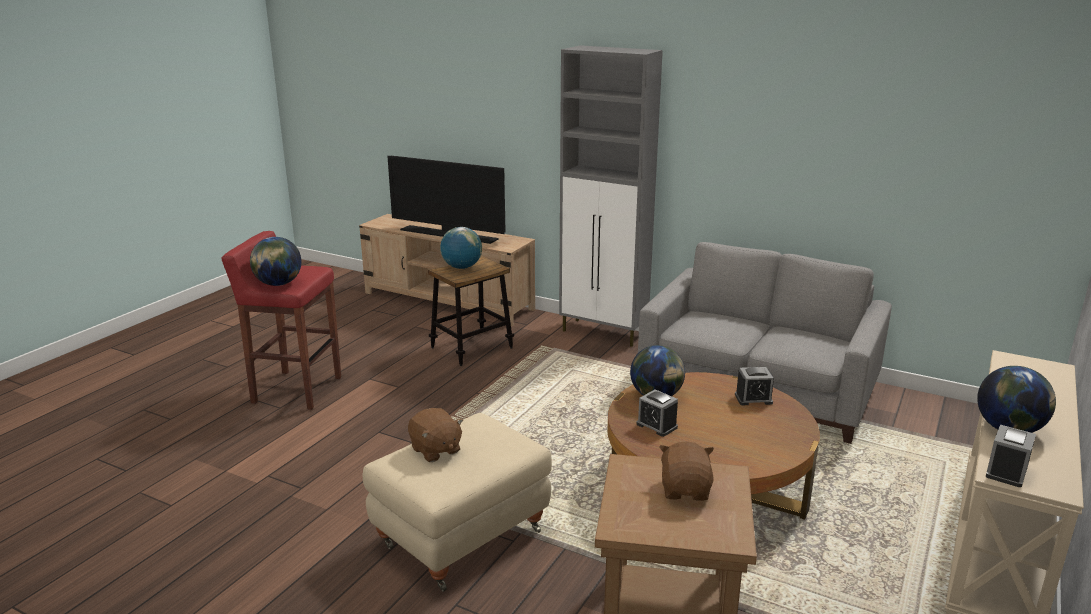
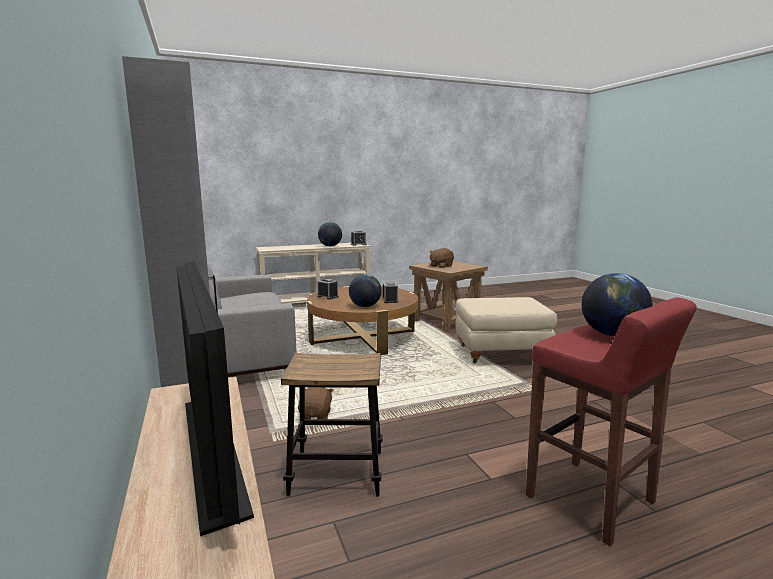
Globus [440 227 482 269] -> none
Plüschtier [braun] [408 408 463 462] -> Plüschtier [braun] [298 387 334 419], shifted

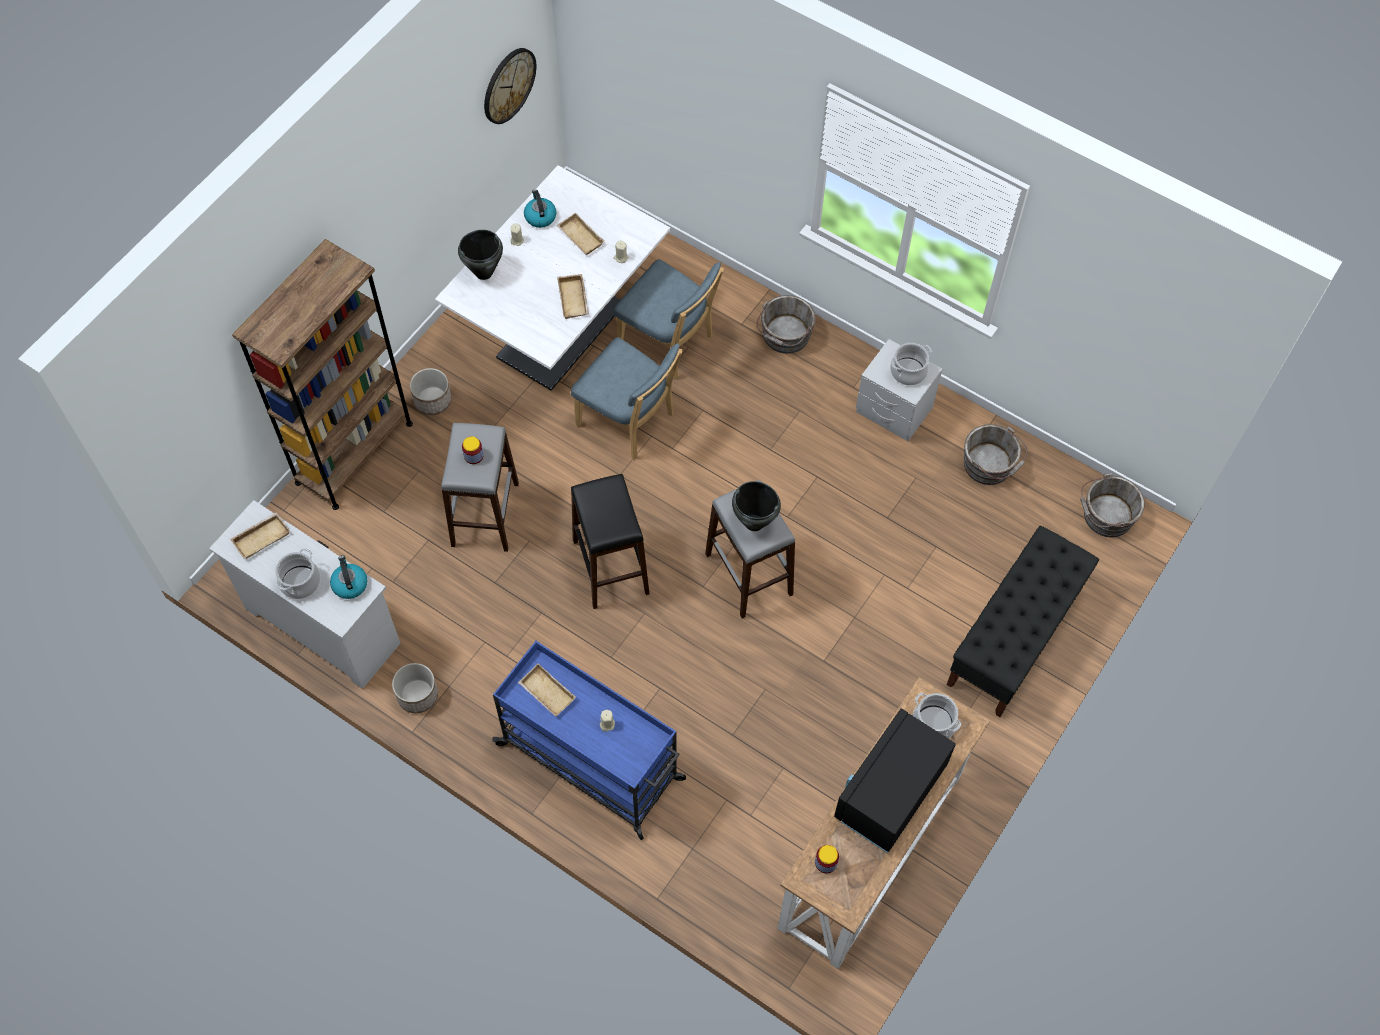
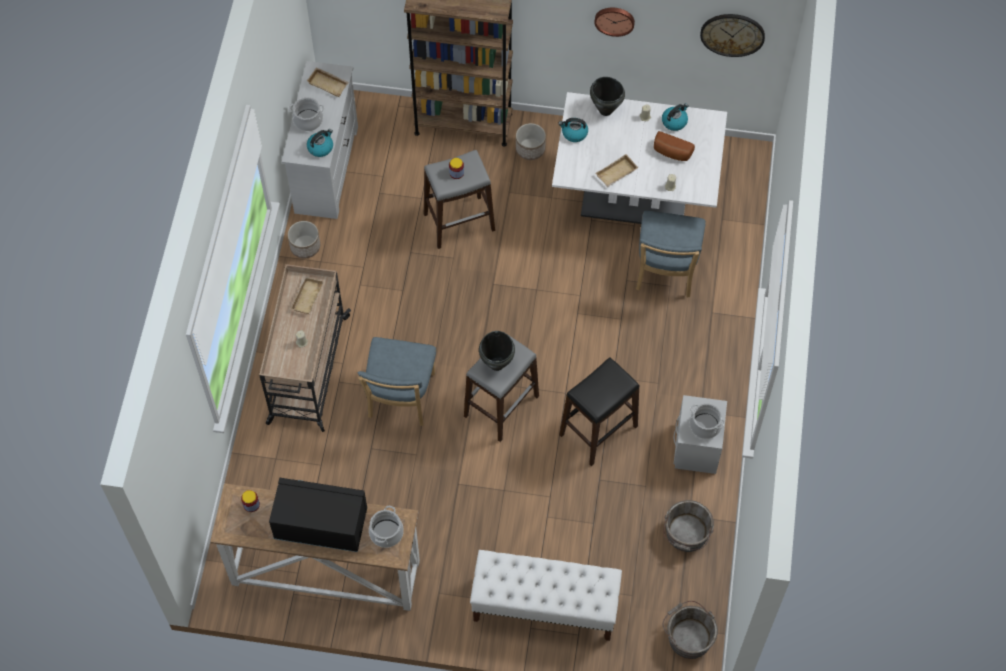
Tablett [beige] [556 213 604 255] -> Brot [654 131 695 161]
Eimer [grau] [757 295 816 354] -> none
Stuhl [blau] [571 337 683 460] -> Stuhl [blau] [358 337 436 426], shifted
Hocker [schwarz] [571 474 650 609] -> Hocker [schwarz] [559 357 639 466], shifted
Bank [schwarz] [947 526 1099 717] -> Bank [weiß] [470 550 622 641]
Rollwagen [blau] [492 641 686 840] -> Rollwagen [beige] [259 264 351 432]
none -> Wanduhr [594 8 635 37]
none -> Wasserkessel [558 118 588 142]

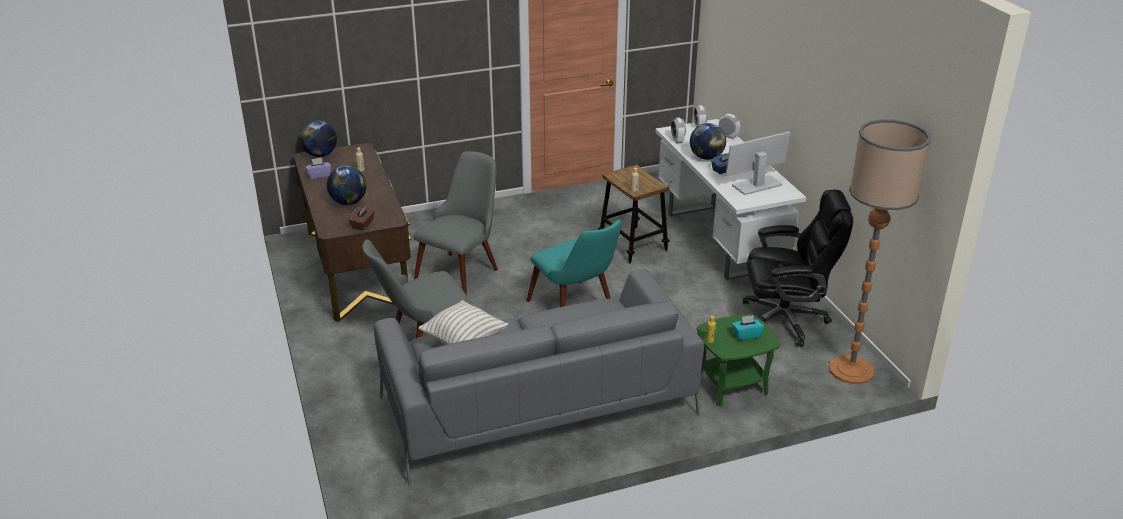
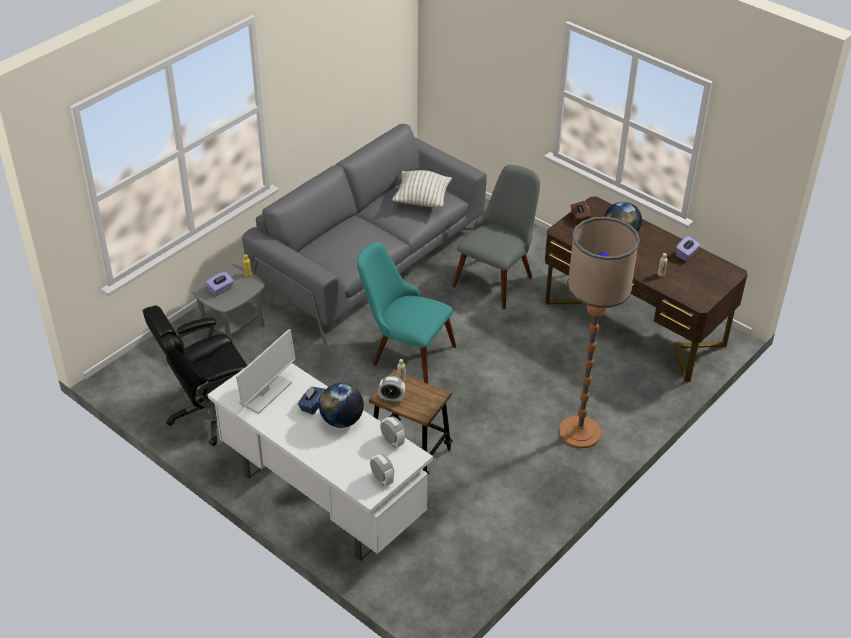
Wecker [718 114 740 139] -> Wecker [378 376 405 402], shifted
Stehlampe [829 119 931 384] -> Stehlampe [559 217 640 448], shifted
Globus [300 121 337 157] -> none
Stuhl [grau] [414 151 498 295] -> none
Beistelltisch [grün] [697 314 780 407] -> Beistelltisch [grau] [191 264 265 340]
Taschentuchbox [türkis] [732 315 764 340] -> Taschentuchbox [lila] [206 271 234 296]

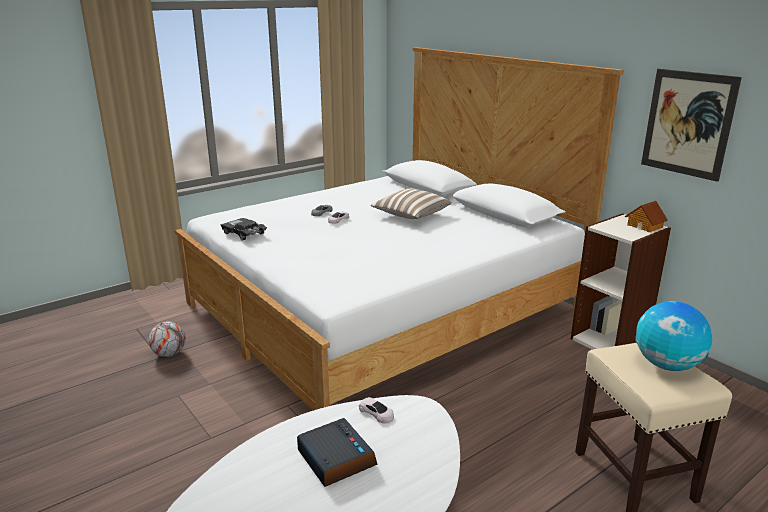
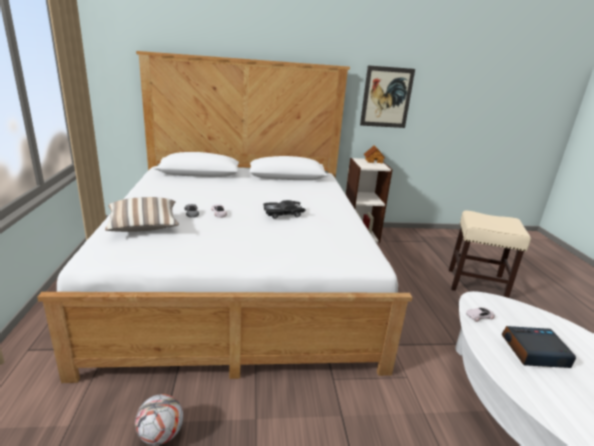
Kissen [371 188 452 219] -> Kissen [105 197 179 232], shifted
Spielzeugauto [schwarz] [220 218 267 241] -> Spielzeugauto [schwarz] [263 200 306 219], shifted
Globus [635 301 712 371] -> none

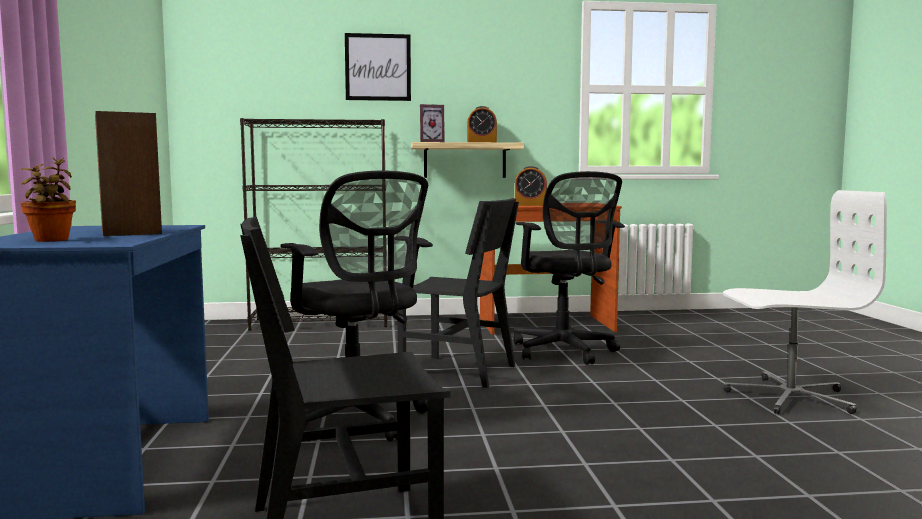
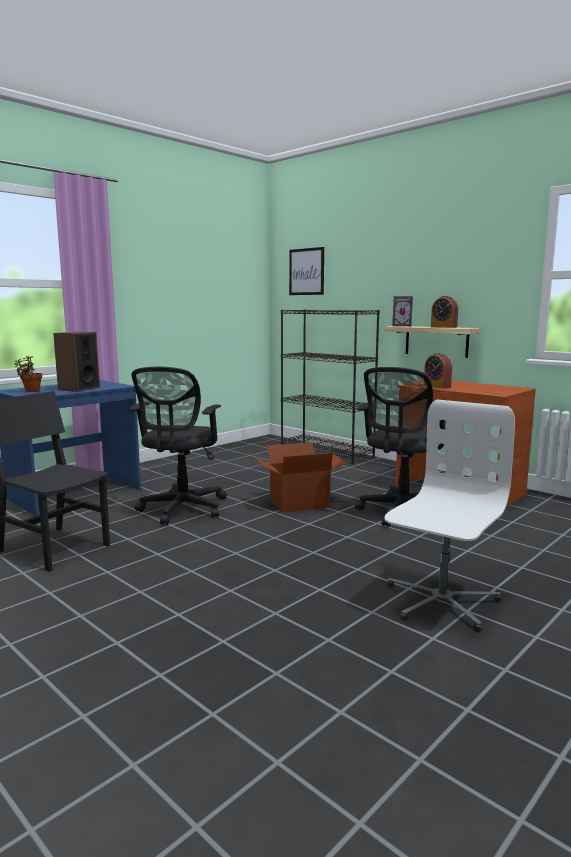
Bild [345 33 411 101] -> Bild [289 247 324 295], shifted
Bürostuhl [weiß] [723 190 887 414] -> Bürostuhl [weiß] [384 400 515 632], 105 degrees counterclockwise
Stuhl [schwarz] [397 198 519 388] -> Karton [254 442 347 513]

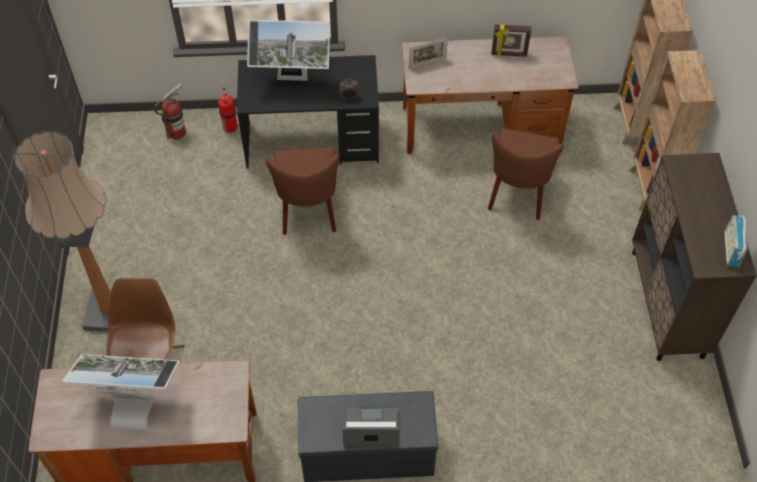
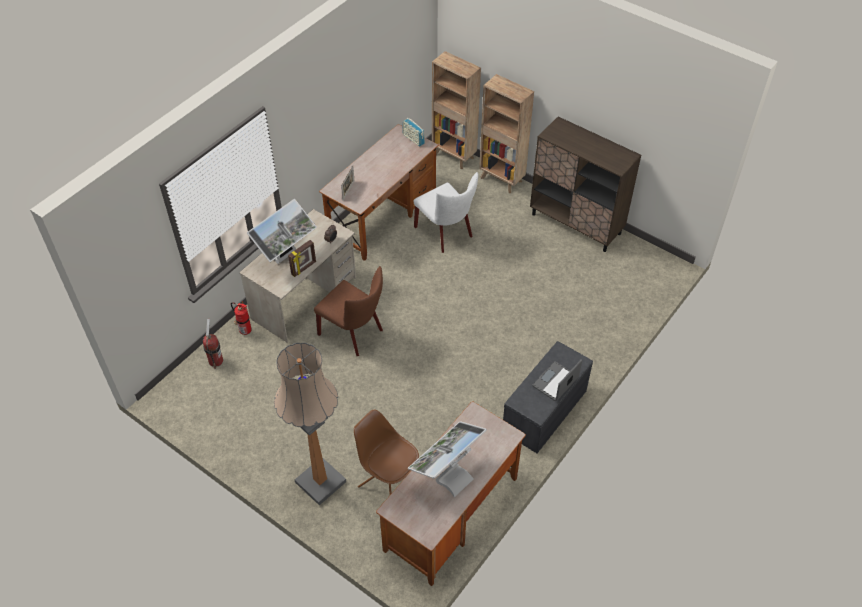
Bilderrahmen [492 25 531 57] -> Bilderrahmen [288 240 316 277], shifted
Schreibtisch [schwarz] [237 55 379 168] -> Schreibtisch [beige] [239 209 356 343]
Stuhl [braun] [488 128 564 220] -> Stuhl [weiß] [414 172 478 253]
Radio [724 215 747 267] -> Radio [402 118 425 146], shifted

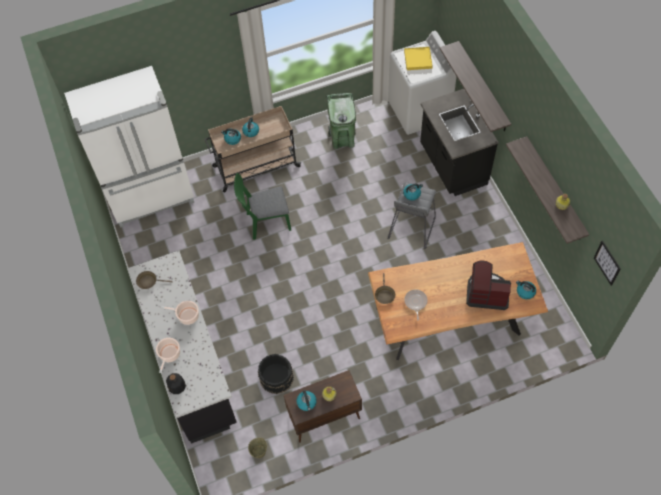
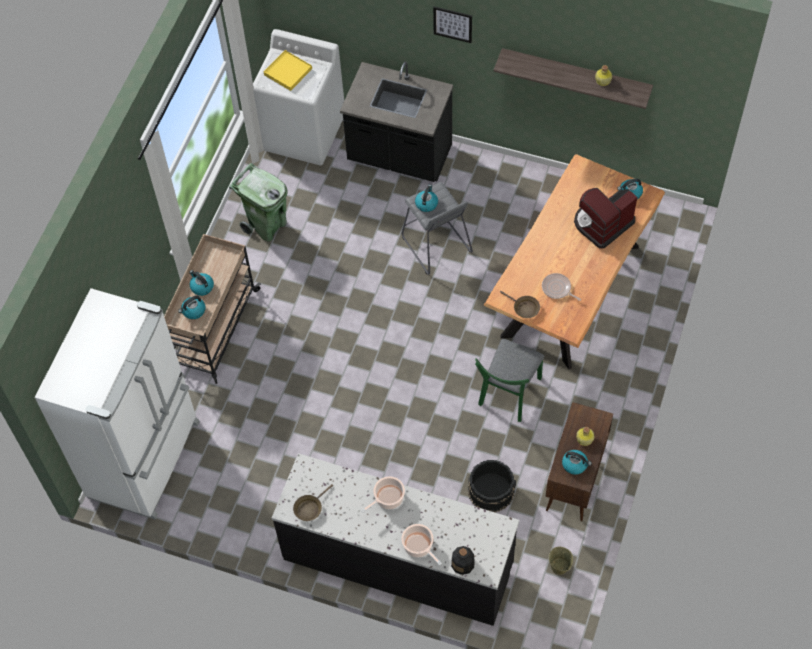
Wandregal [439 41 511 132] -> none
Stuhl [grün] [234 173 291 240] -> Stuhl [grün] [475 339 544 422], shifted
Bild [594 241 621 286] -> Bild [433 7 472 43], shifted

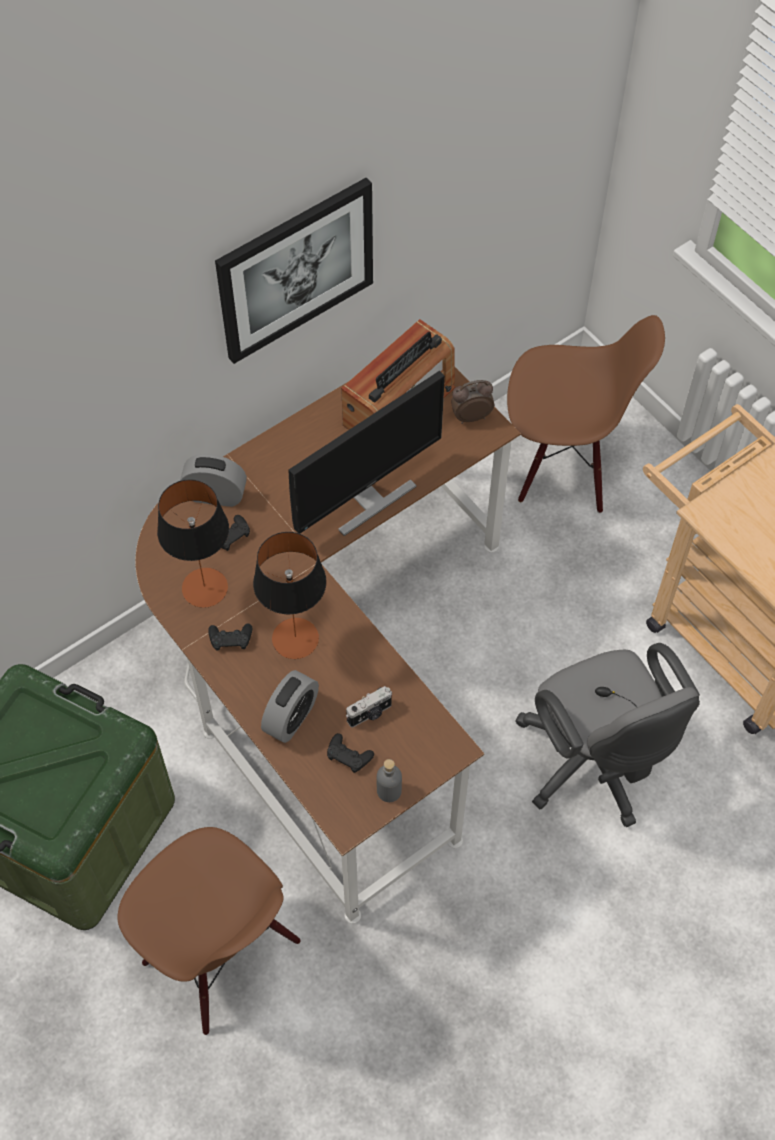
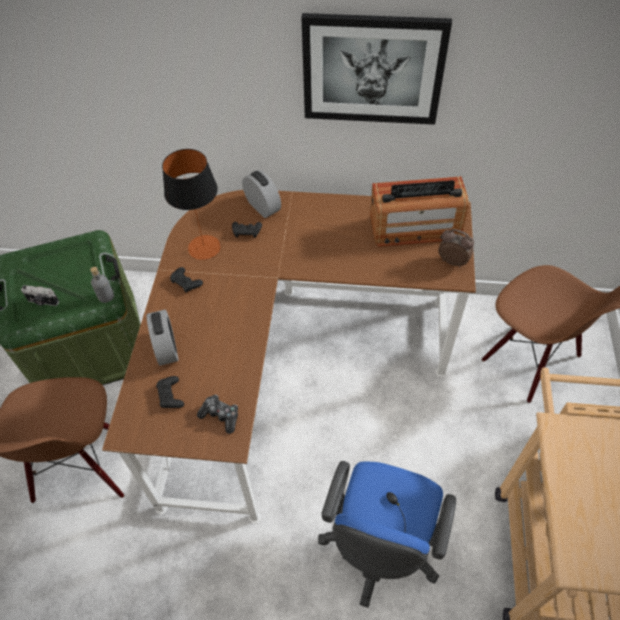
Monitor [288 371 445 536] -> none
Tischlampe [253 532 327 659] -> none
Bürostuhl [grau] [515 643 700 827] -> Bürostuhl [blau] [318 461 456 608]
Wecker [261 670 319 743] -> Wecker [147 309 178 366], 90 degrees counterclockwise
Kamera [346 686 393 727] -> Kamera [21 285 59 306], shifted
Flasche [grau] [377 759 402 802] -> Flasche [grau] [90 267 114 303], shifted
none -> Gamepad [197 395 238 434]

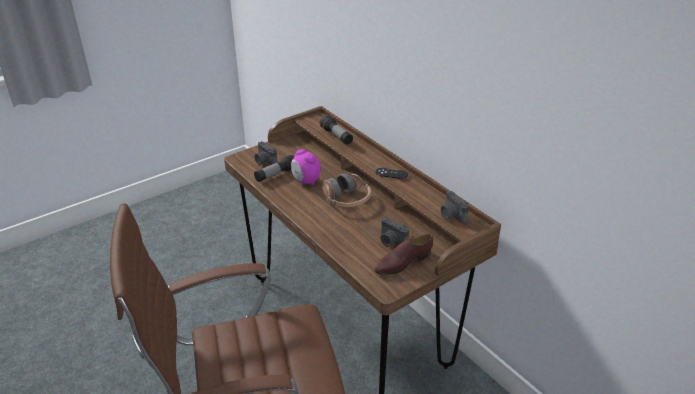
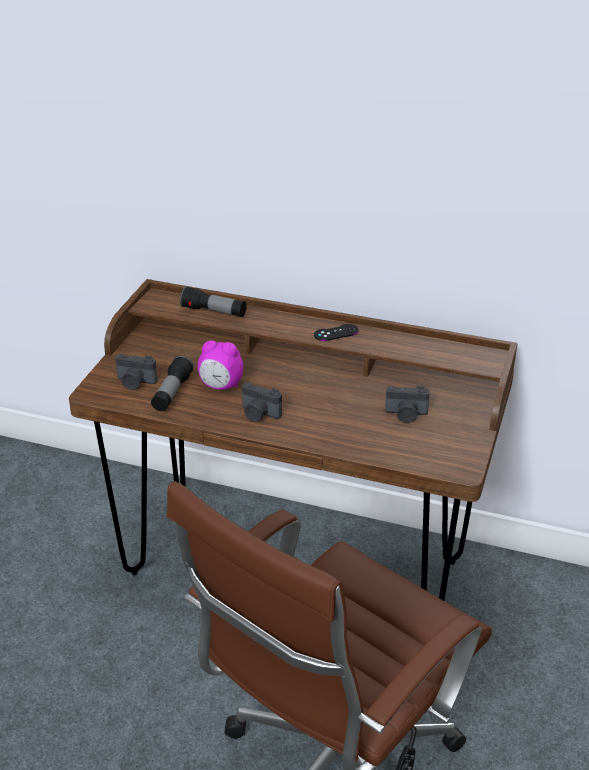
Kopfhörer [322 171 371 207] -> none
Kamera [441 191 469 223] -> Kamera [242 382 282 422], shifted
Schuh [braun] [374 234 433 275] -> none

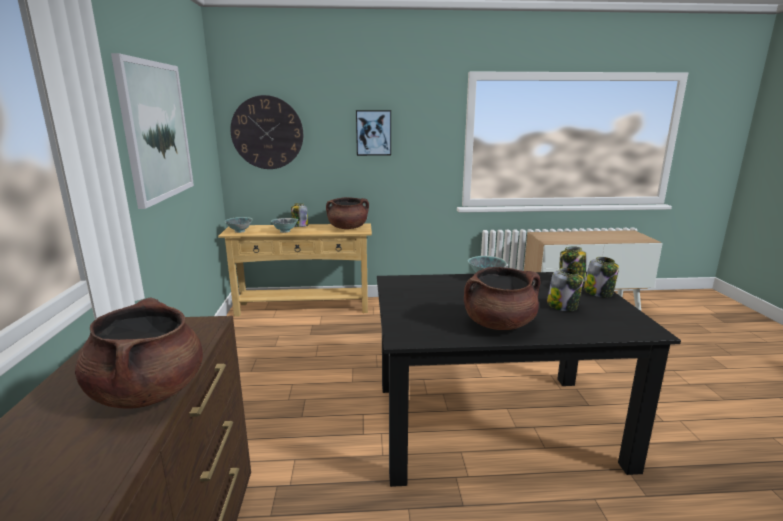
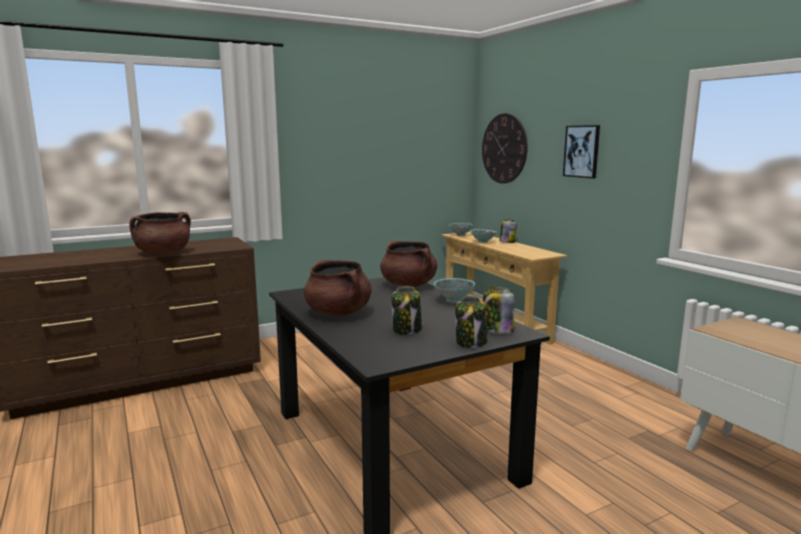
Bild [111 53 194 209] -> none
Kochtopf [braun] [326 197 369 229] -> Kochtopf [braun] [380 241 437 287], shifted

